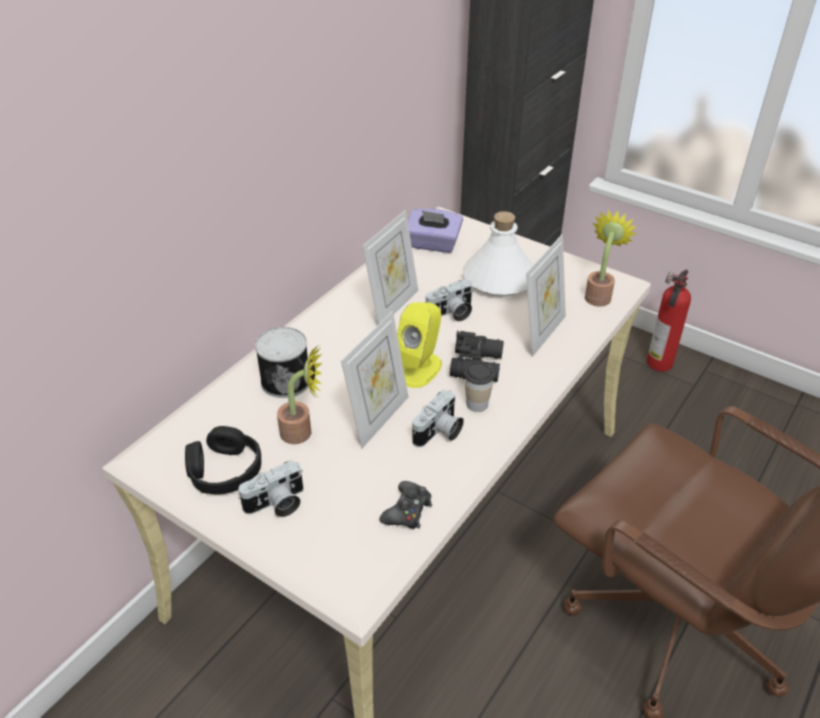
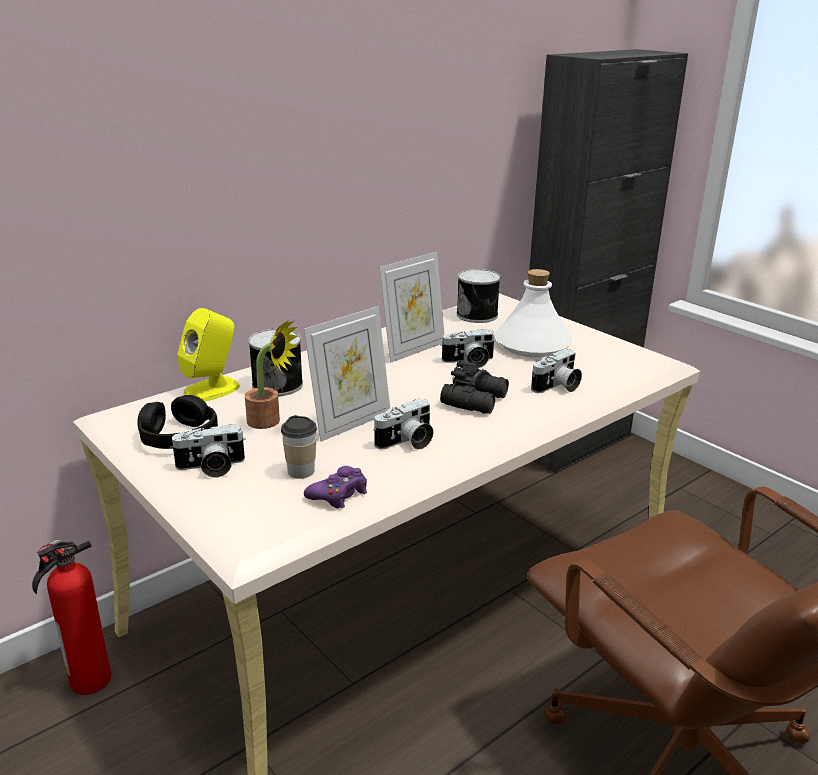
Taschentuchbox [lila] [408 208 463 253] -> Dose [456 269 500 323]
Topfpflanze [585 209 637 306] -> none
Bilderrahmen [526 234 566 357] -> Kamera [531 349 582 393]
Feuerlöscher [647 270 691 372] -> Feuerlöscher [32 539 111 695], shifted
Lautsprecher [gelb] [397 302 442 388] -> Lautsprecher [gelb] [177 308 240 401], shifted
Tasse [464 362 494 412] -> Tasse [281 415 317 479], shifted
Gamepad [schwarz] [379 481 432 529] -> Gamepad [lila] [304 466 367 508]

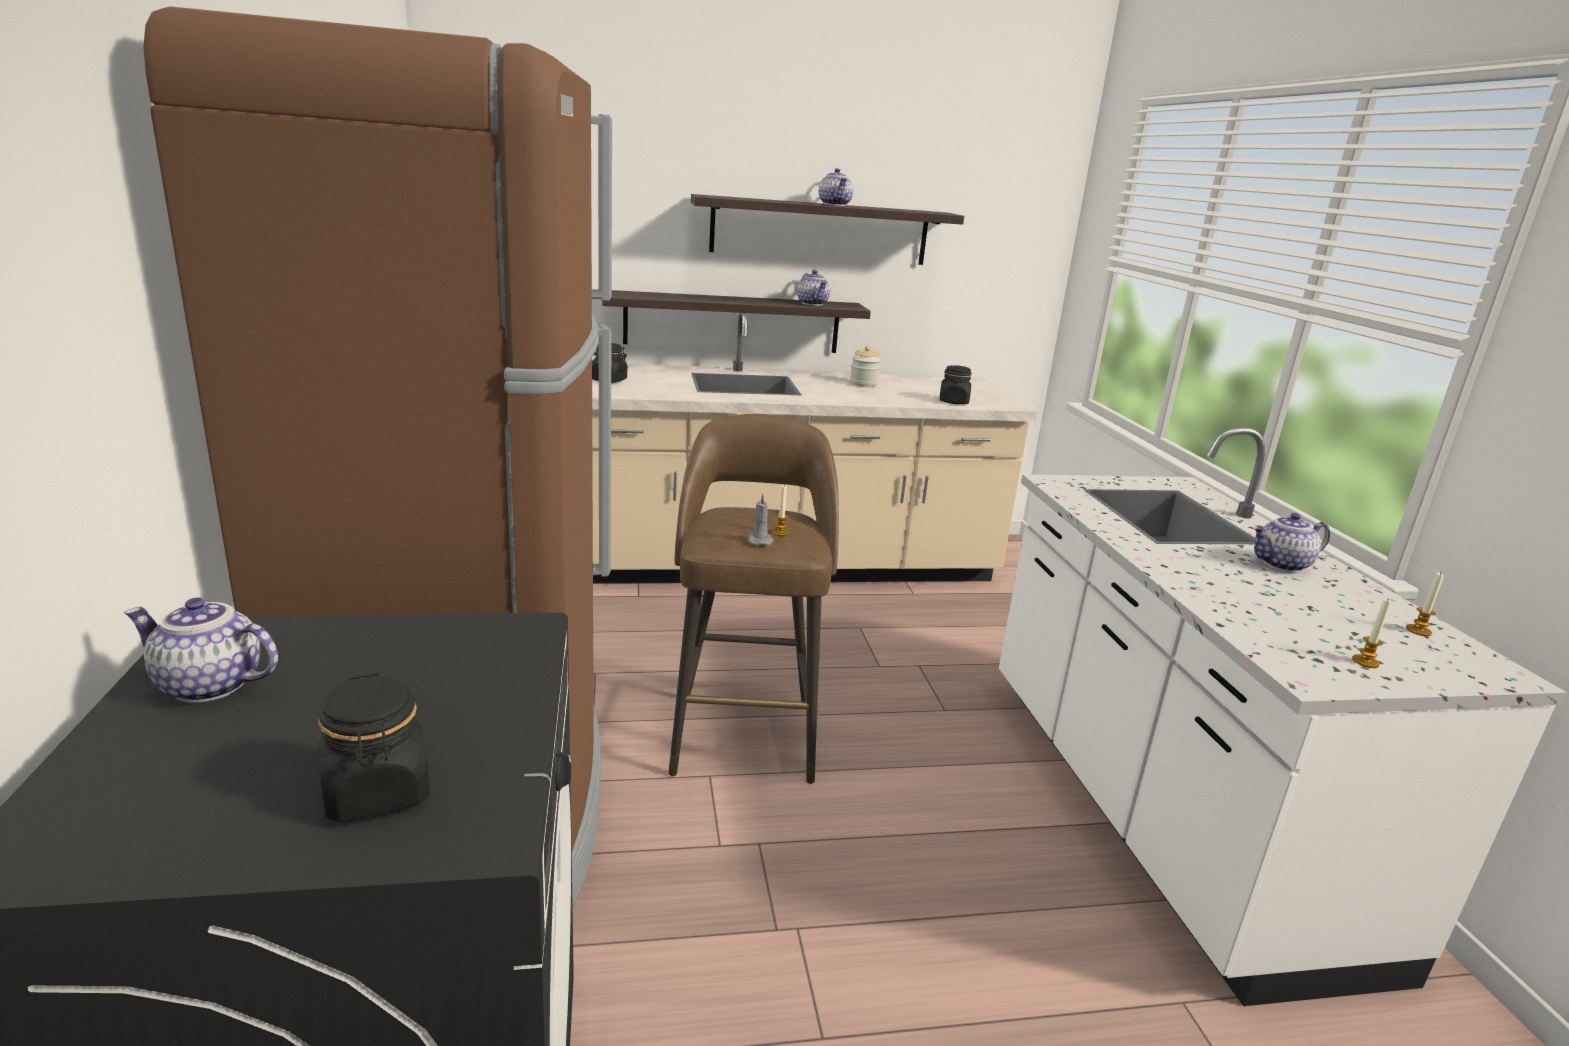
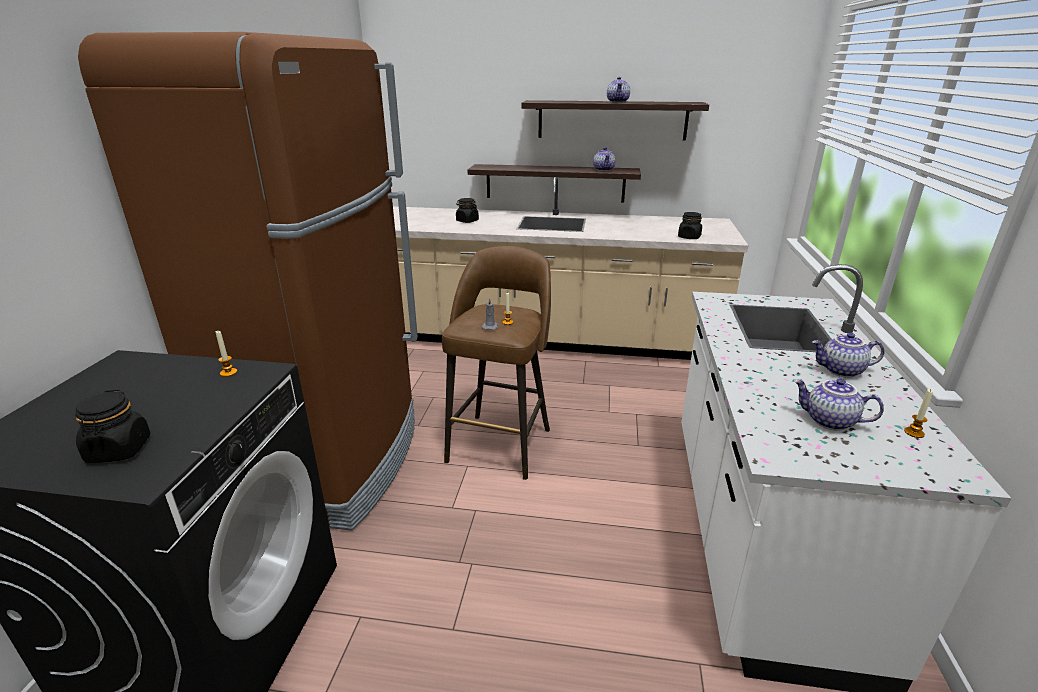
Vorratsglas [850 346 881 387] -> none
Teekanne [124 598 278 703] -> Teekanne [794 378 884 430], shifted
Kerze [1352 600 1391 668] -> Kerze [216 331 237 377], shifted

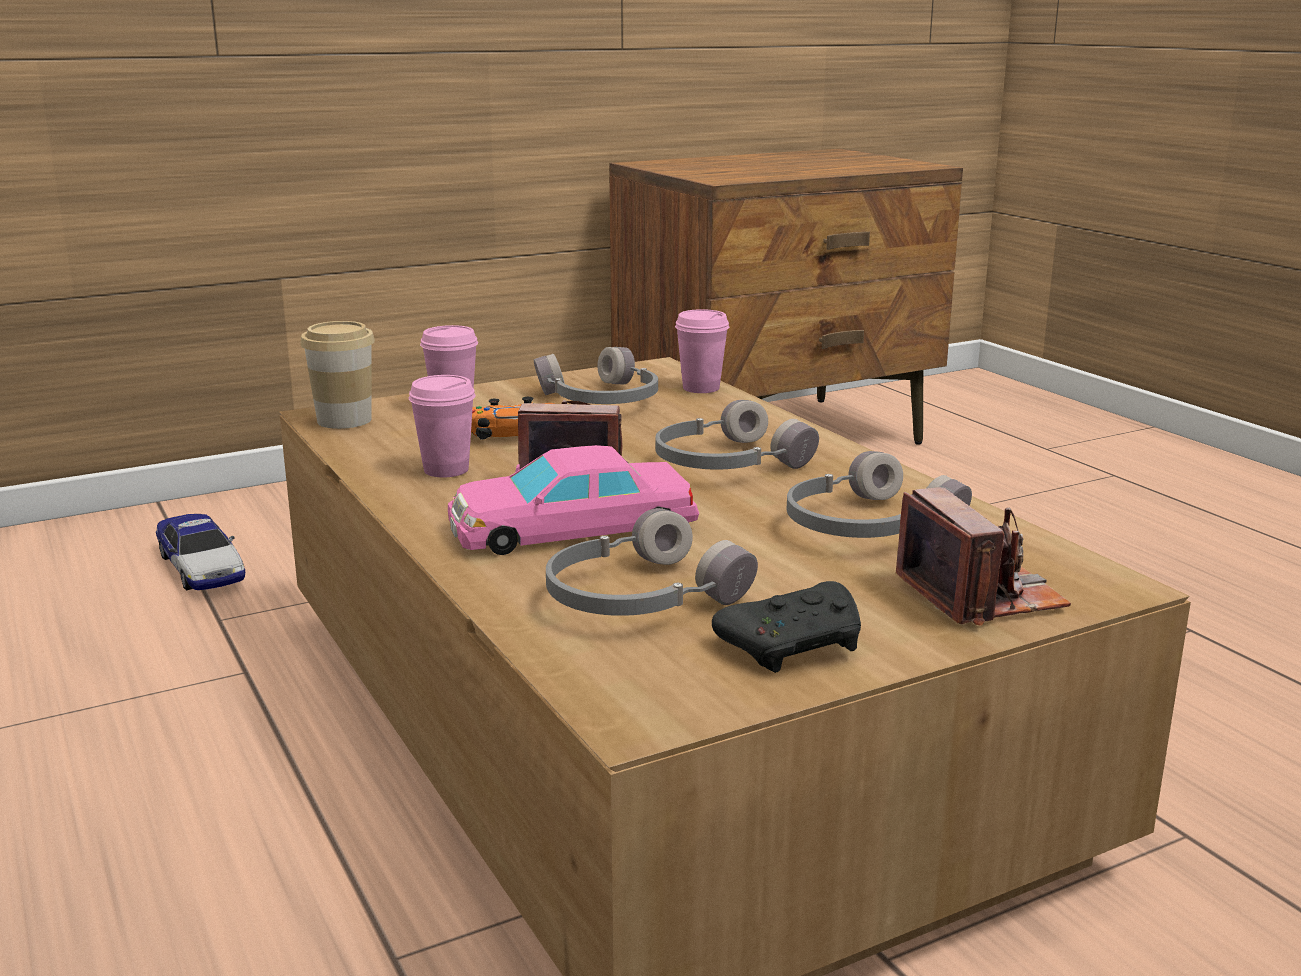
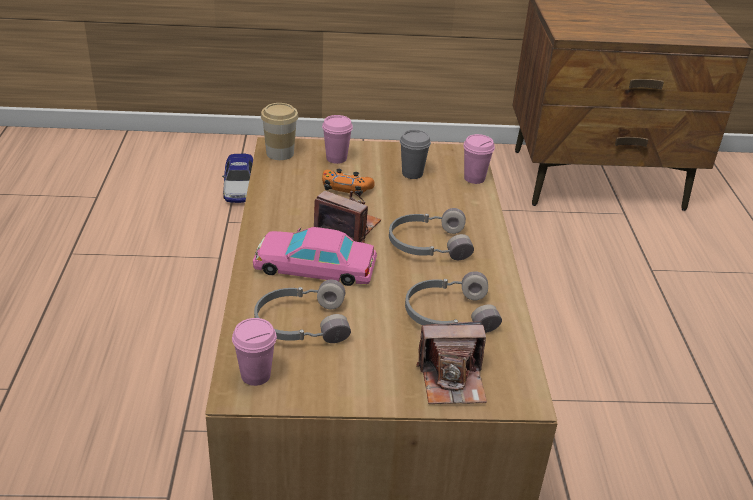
Kopfhörer [grau] [534 347 658 404] -> Tasse [grau] [400 130 431 179]
Tasse [rosa] [409 375 476 478] -> Tasse [rosa] [232 318 277 386], shifted
Kamera [896 487 1071 626] -> Kamera [416 321 487 404], 75 degrees clockwise
Gamepad [schwarz] [712 581 861 673] -> none

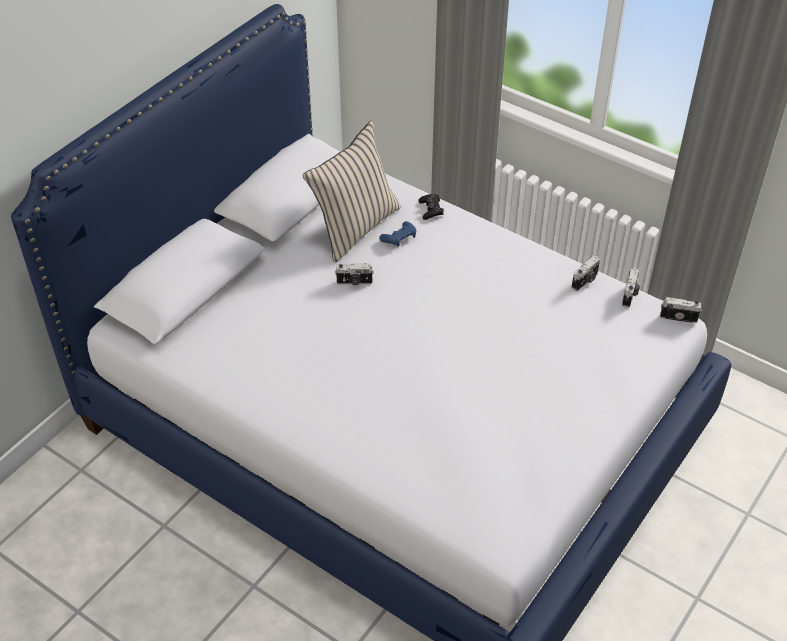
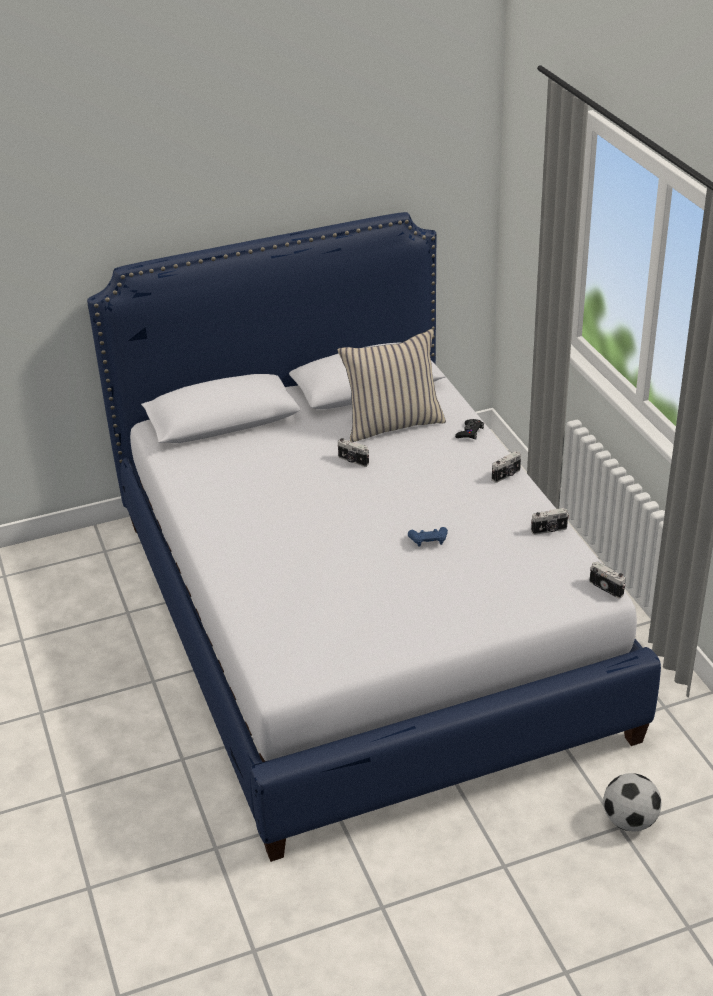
Gamepad [blau] [379 221 416 247] -> Gamepad [blau] [408 527 448 547], shifted
Kamera [622 268 640 308] -> Kamera [492 451 521 483], shifted
none -> Fußball [603 773 662 832]

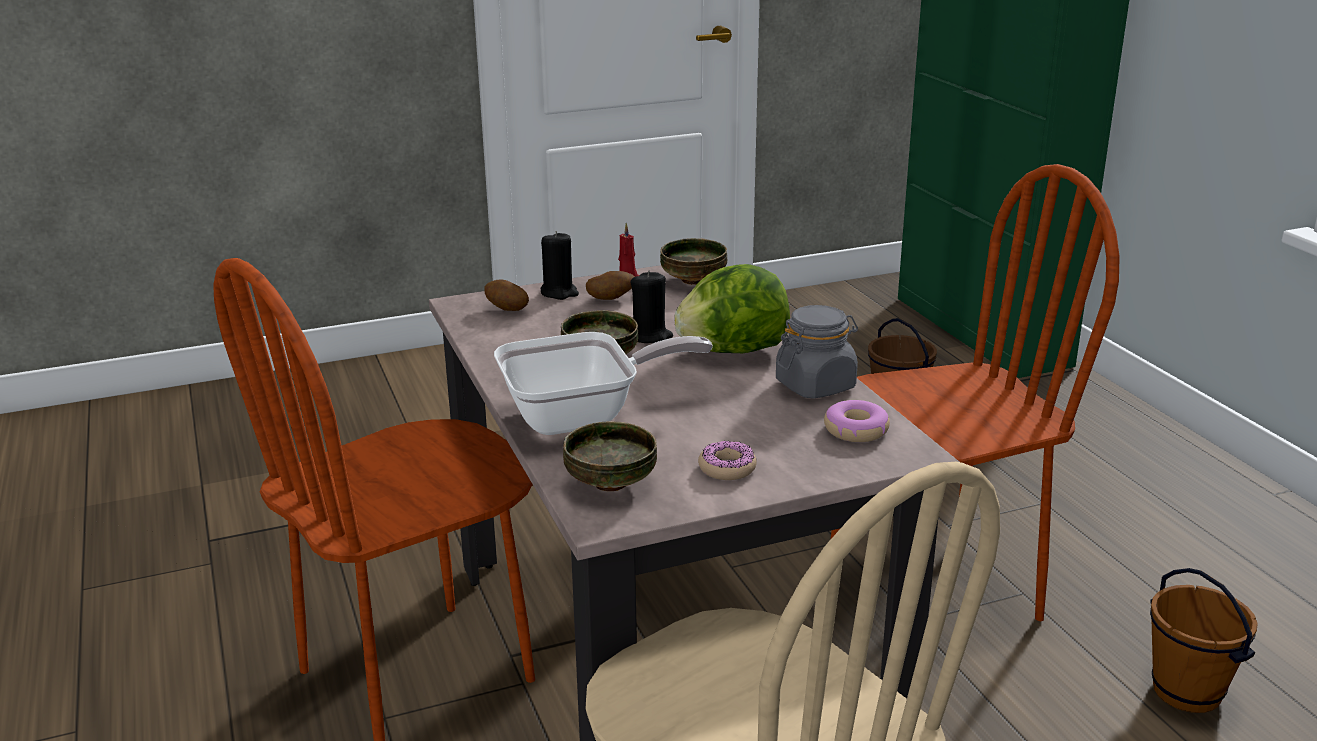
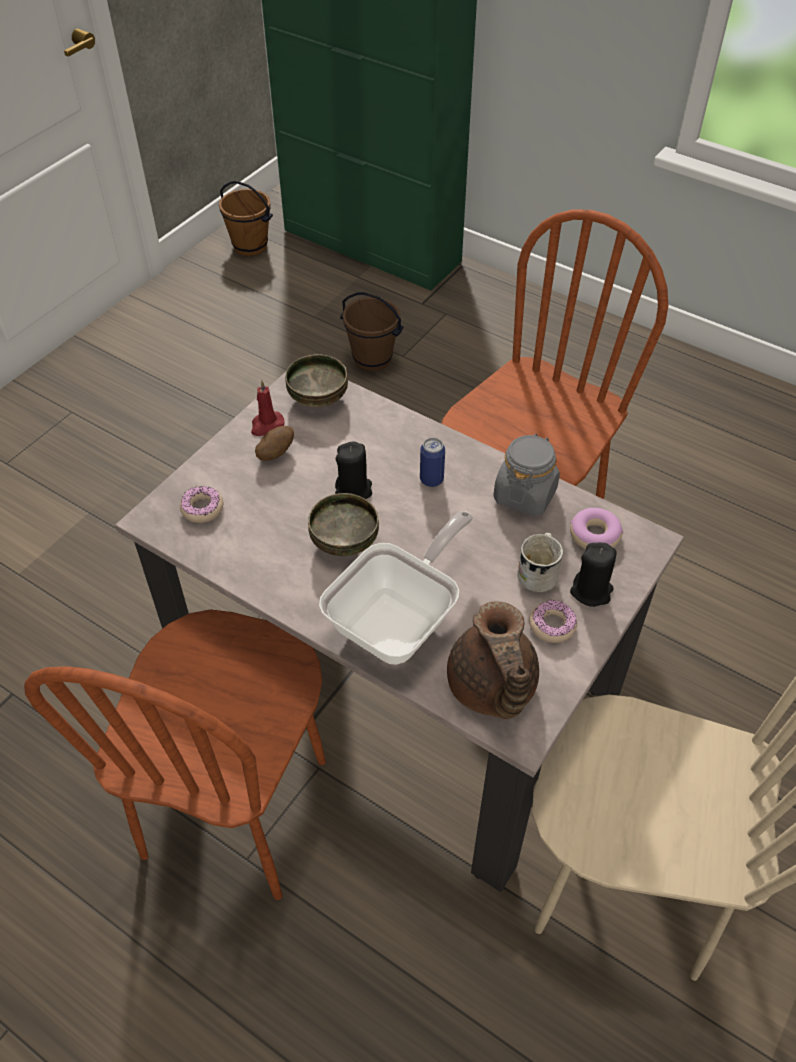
Kerze [schwarz] [541 231 579 300] -> Kerze [schwarz] [570 543 617 607], shifted
Salatkopf [674 264 790 353] -> Dose [420 438 445 487]
Kartoffel [484 280 529 311] -> Donut [180 486 223 523]
Schüssel [563 421 657 491] -> Teekanne [braun] [447 602 539 719]
Eimer [braun] [1150 568 1258 713] -> Eimer [braun] [219 181 273 256], shifted
none -> Henkelbecher [weiß] [517 533 563 592]

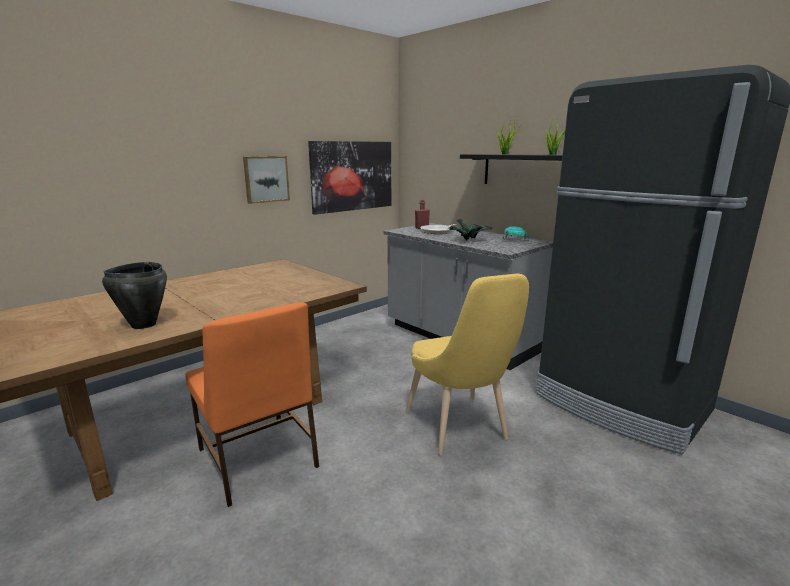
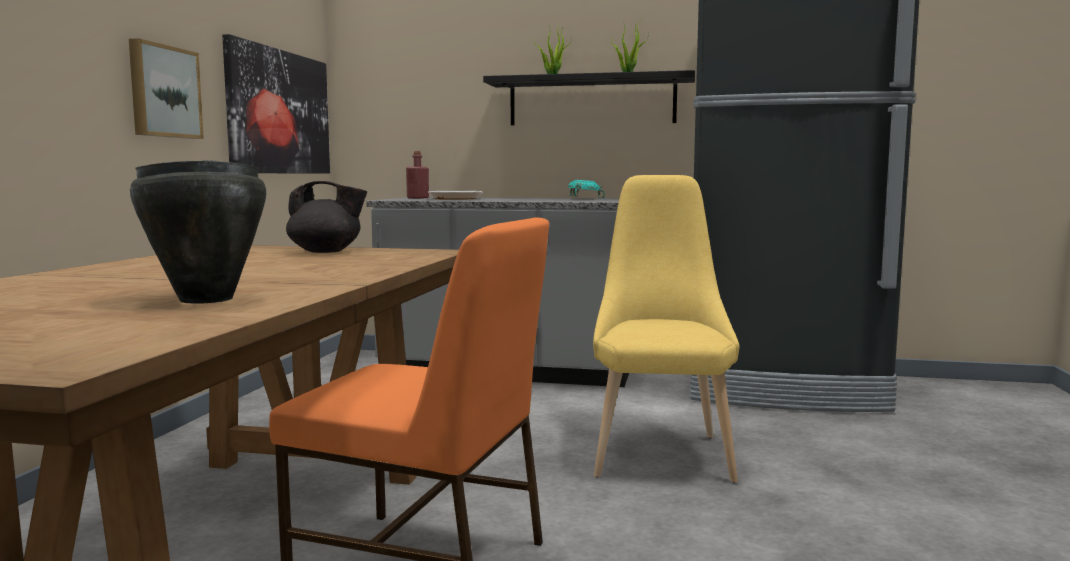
Topfpflanze [448 219 492 241] -> none
Stuhl [gelb] [406 274 529 455] -> Stuhl [gelb] [593 175 740 483], 120 degrees counterclockwise
none -> Teekanne [schwarz] [286 181 367 253]

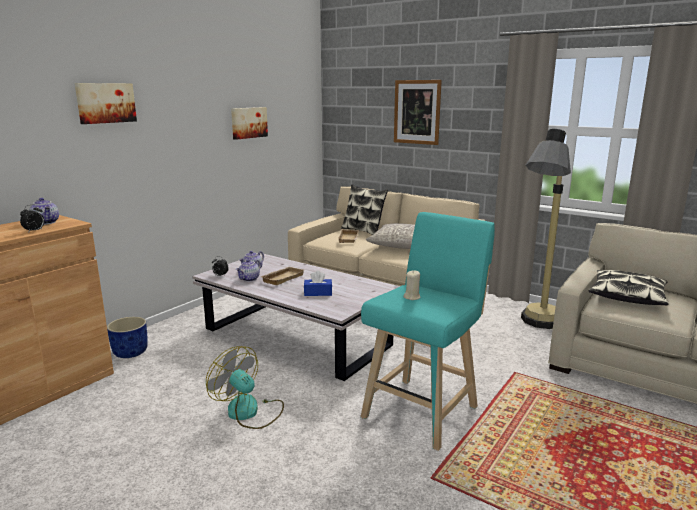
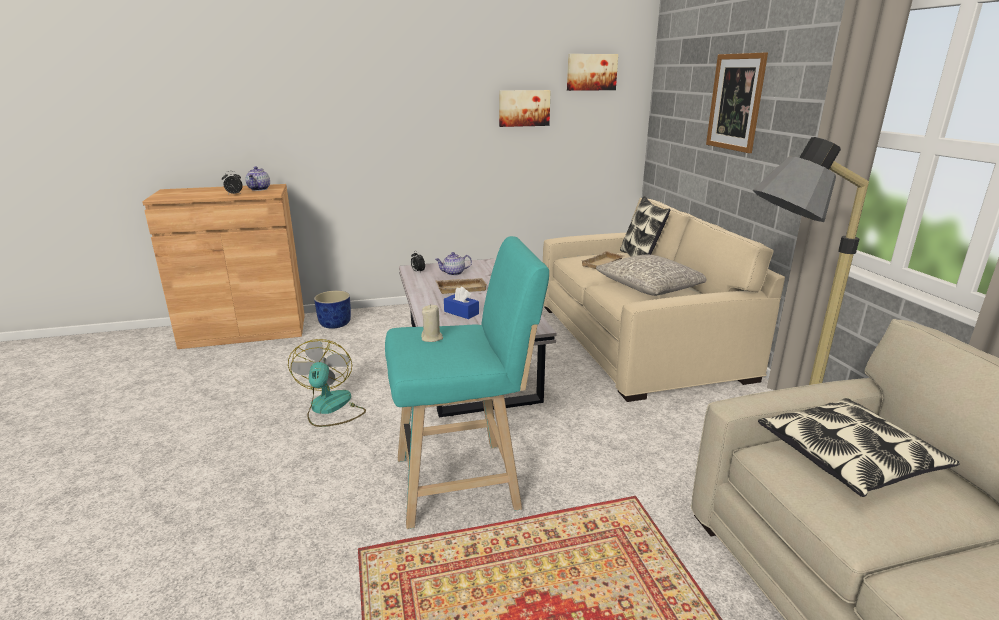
Bild [75 83 137 124] -> Bild [567 54 618 91], shifted
Teekanne [236 259 261 282] -> none

